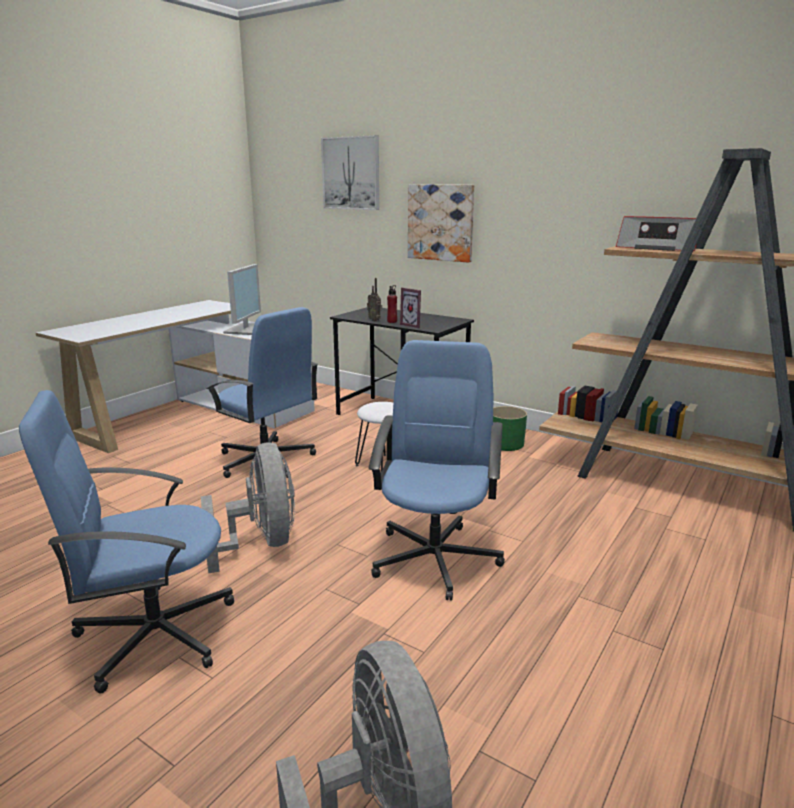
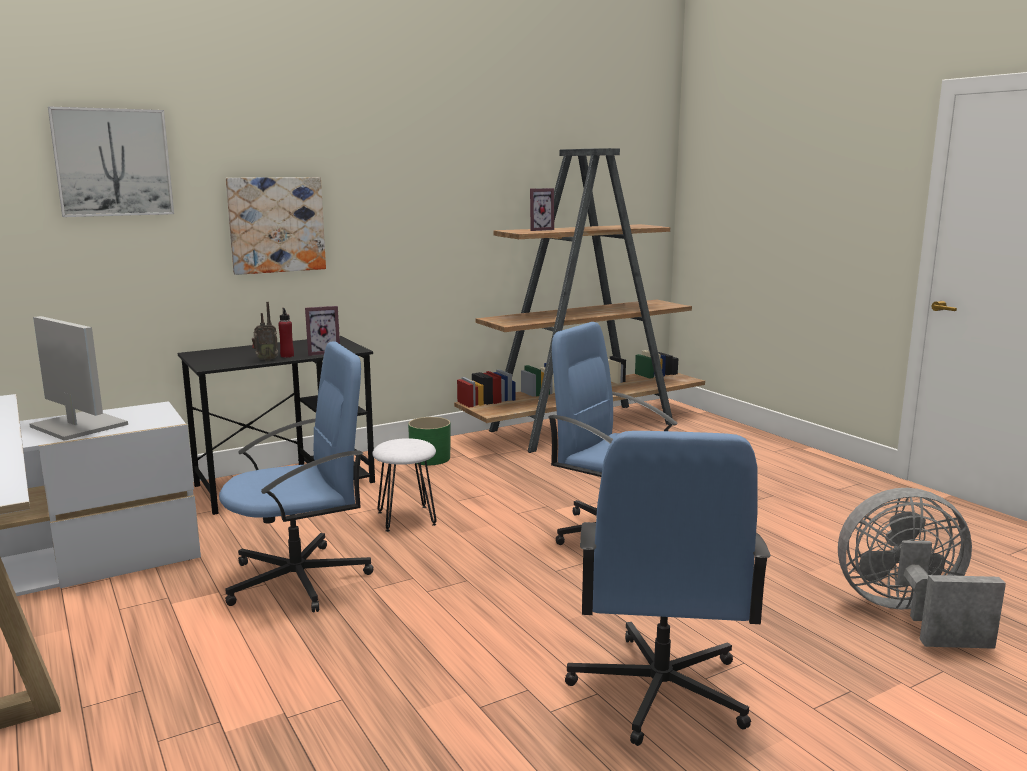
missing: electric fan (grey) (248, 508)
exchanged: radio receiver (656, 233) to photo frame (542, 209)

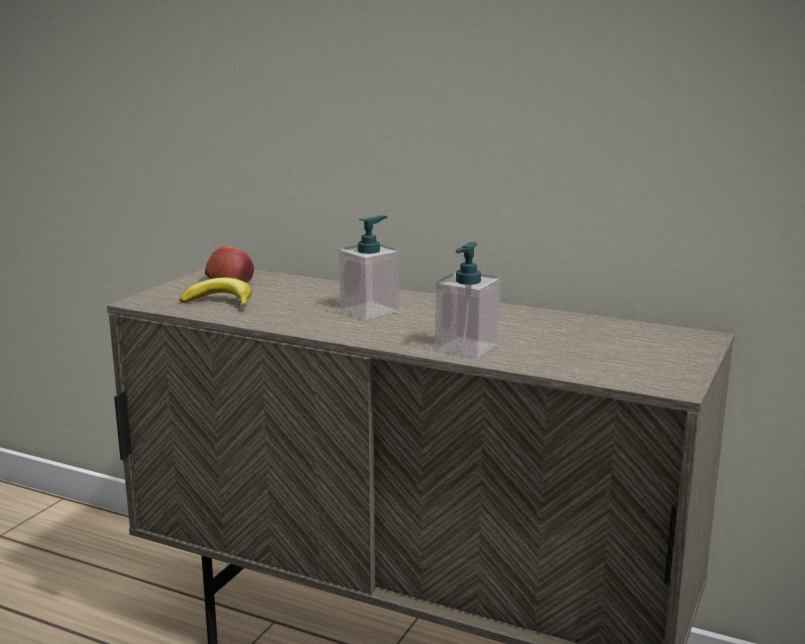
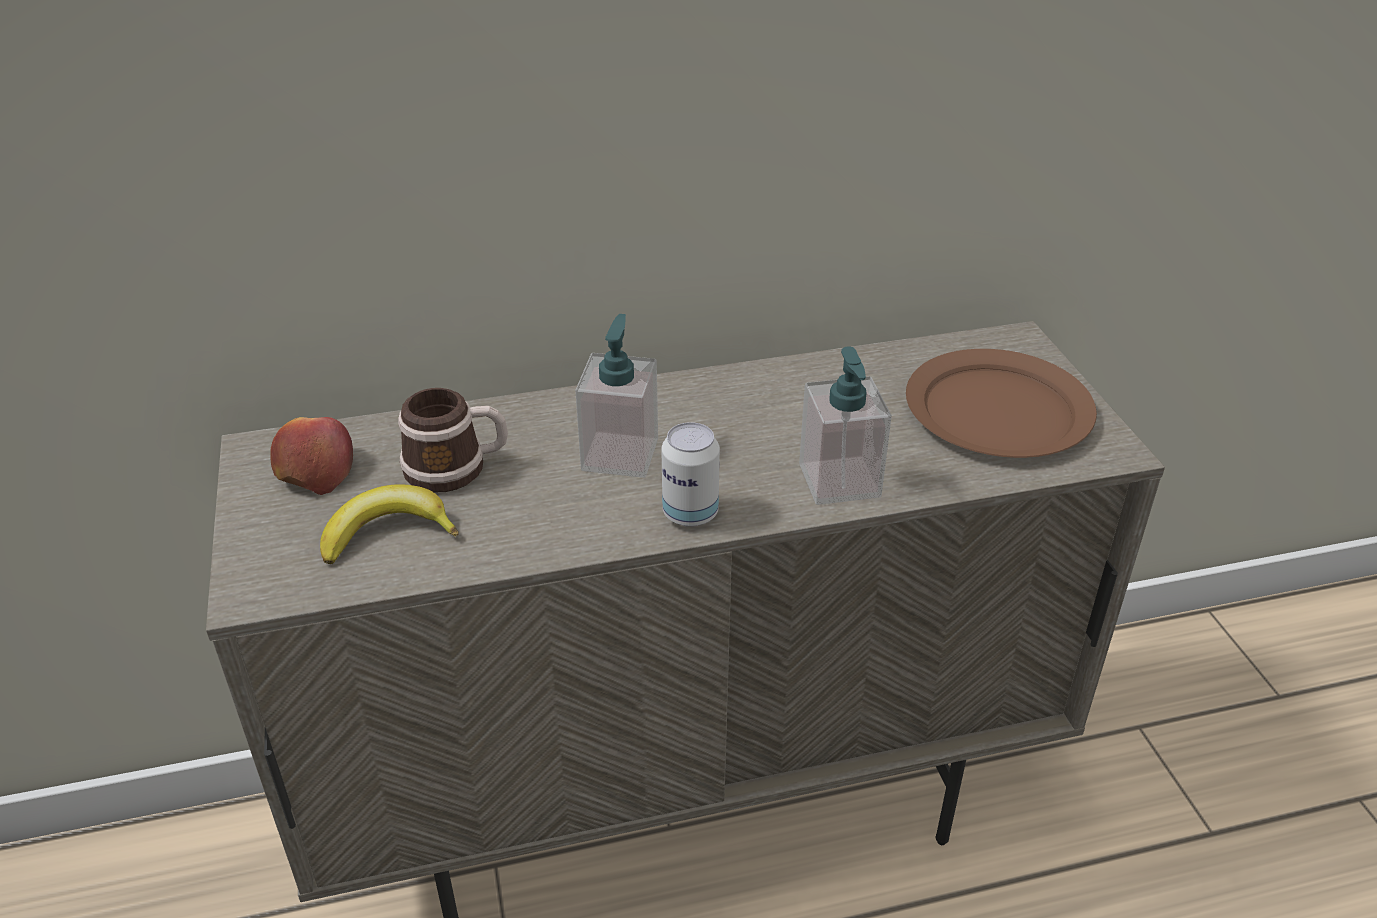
appeared: coffee mug (453, 440); sealed can (690, 474); flat dish (brown-coloured) (1001, 403)

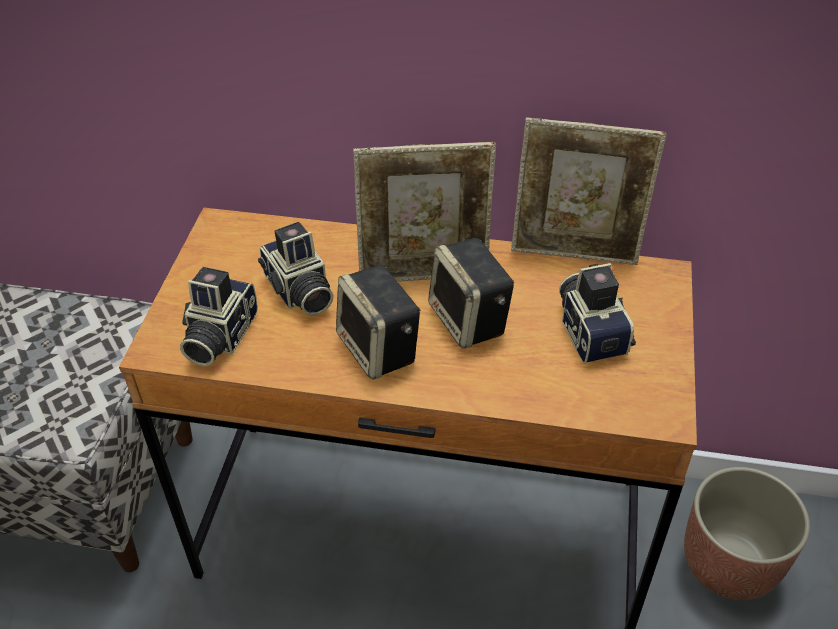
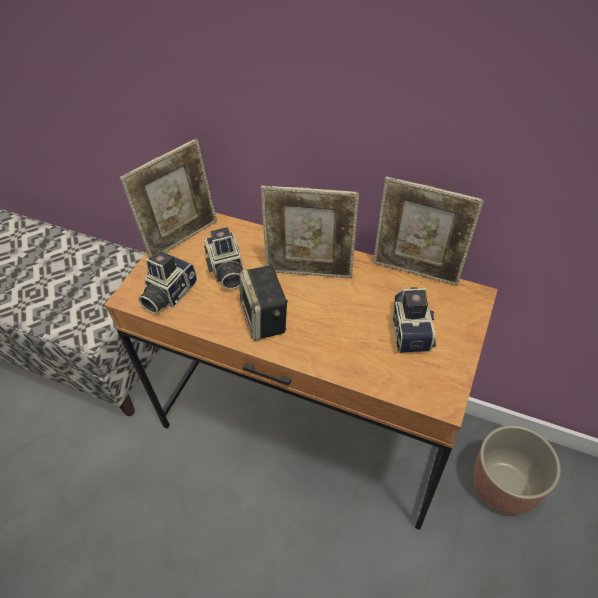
missing: speaker (471, 293)
appeared: photo frame (168, 198)

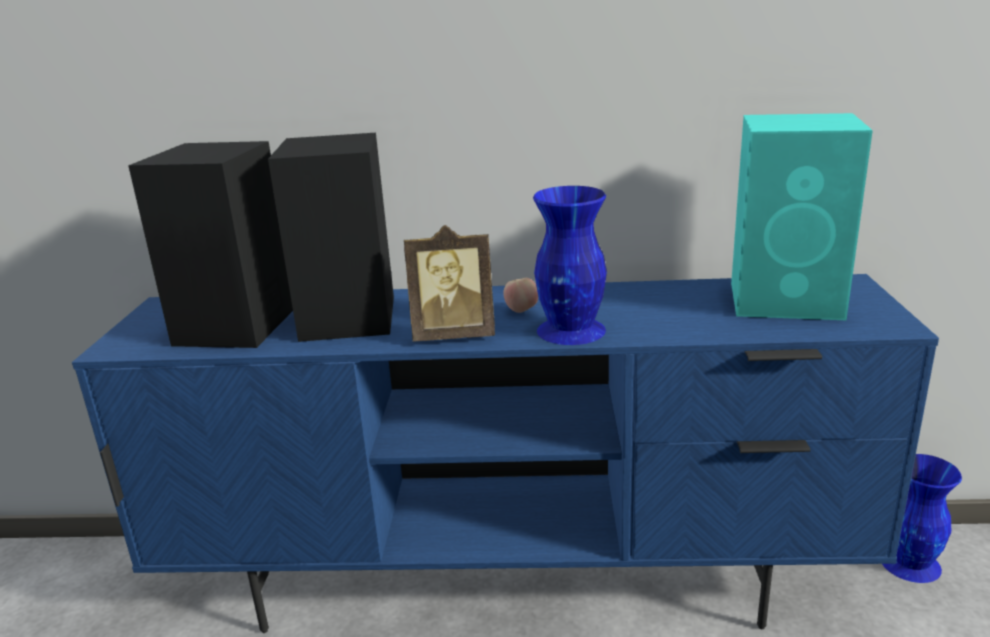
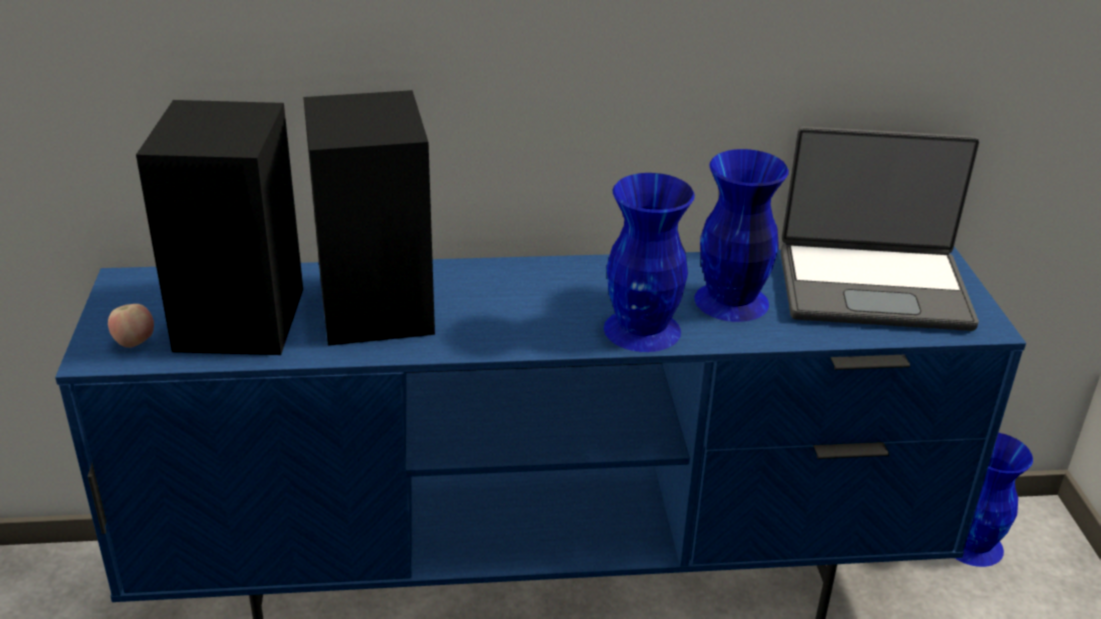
missing: photo frame (449, 283)
appeared: decorative vase (bluish) (741, 235)
relocated: apple fruit (520, 295) to (131, 326)
exchanged: speaker (turquoise-coloured) (802, 216) to notebook computer (880, 229)

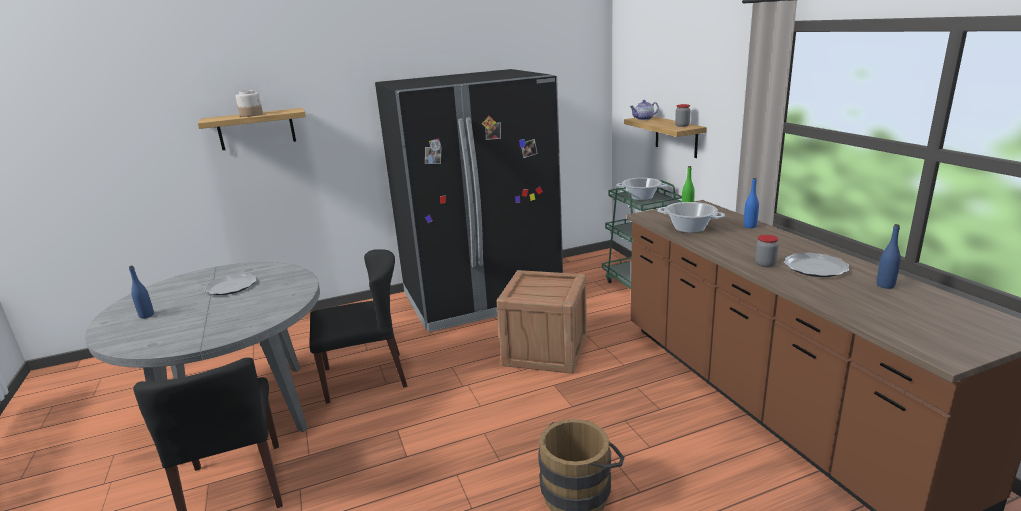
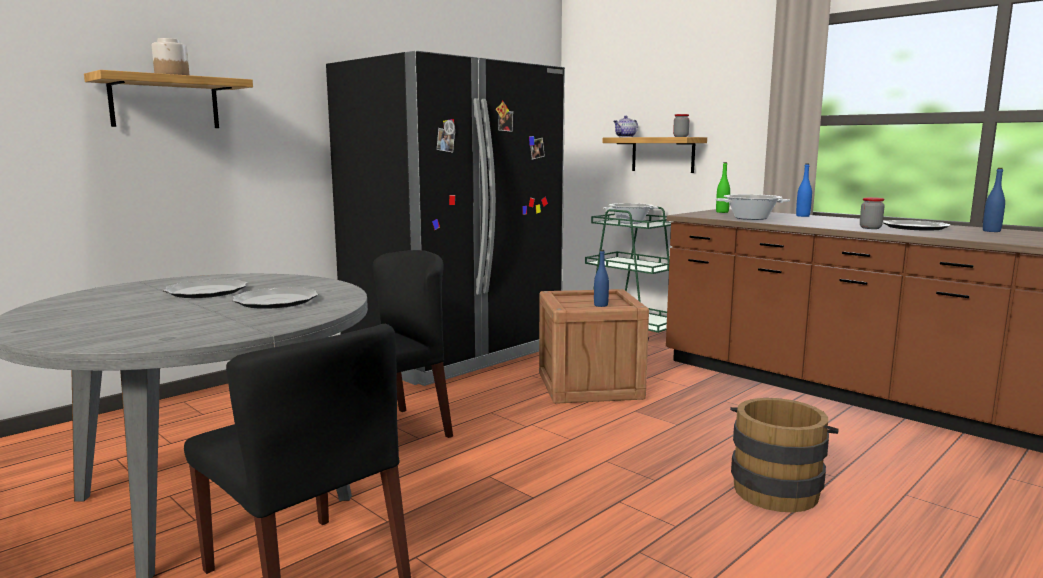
appeared: flat dish (275, 298)
relocated: bottle (bluish) (141, 292) to (601, 278)

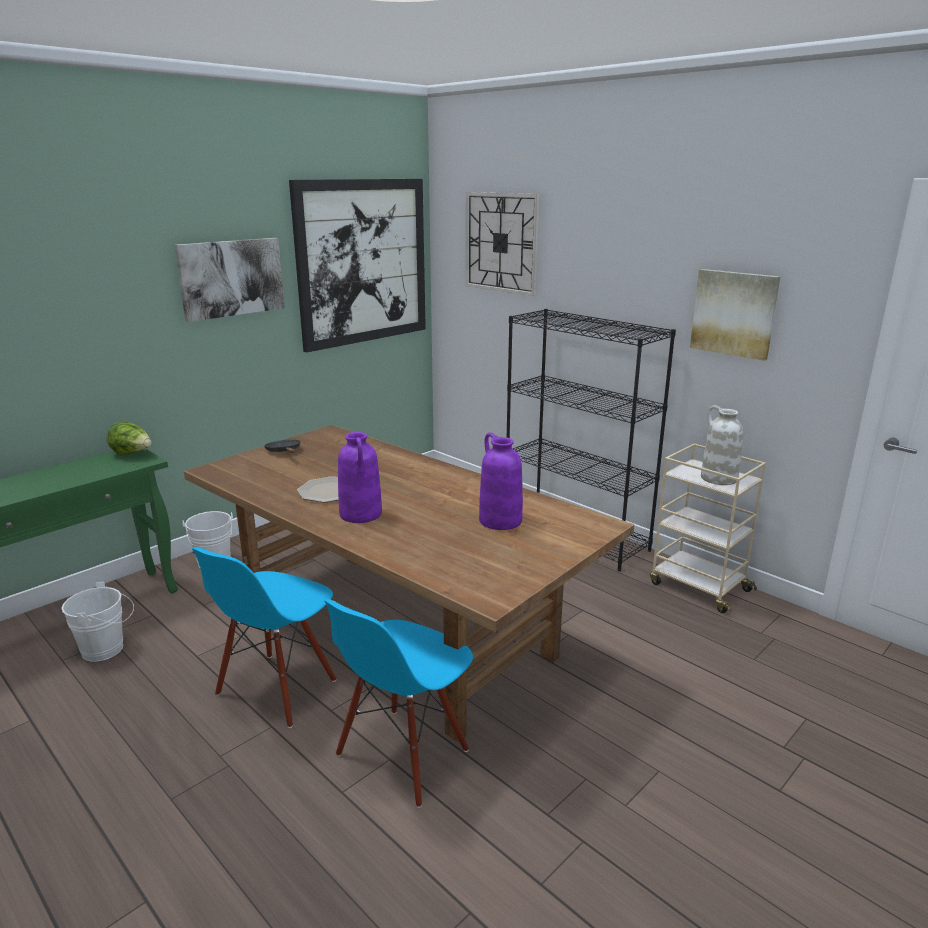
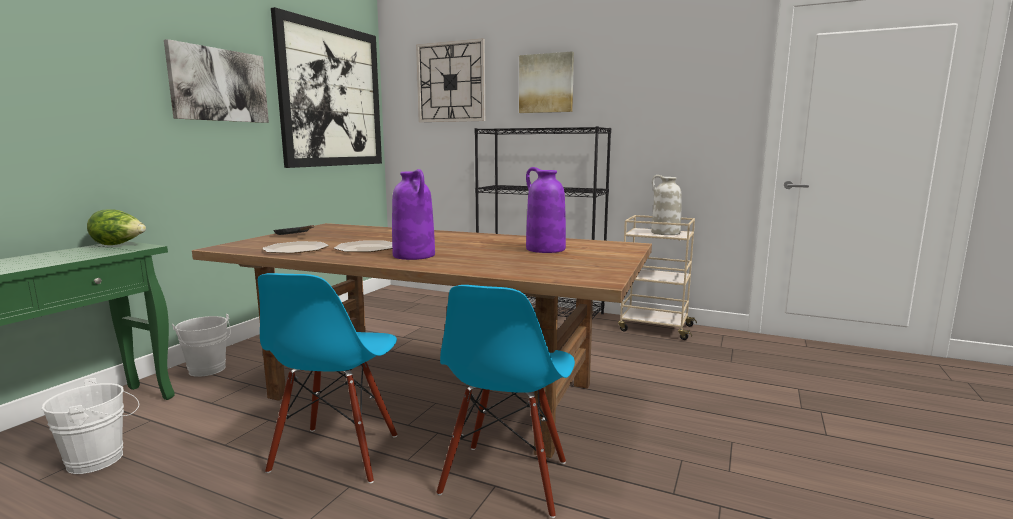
appeared: flat dish (295, 247)
relocated: picture (735, 315) to (546, 82)

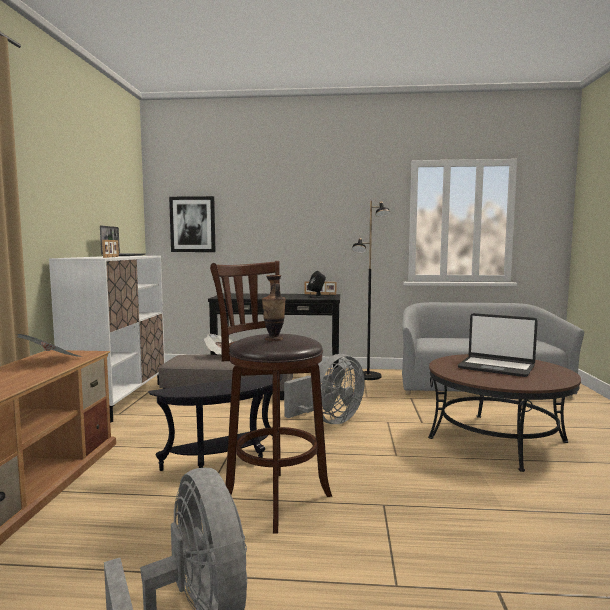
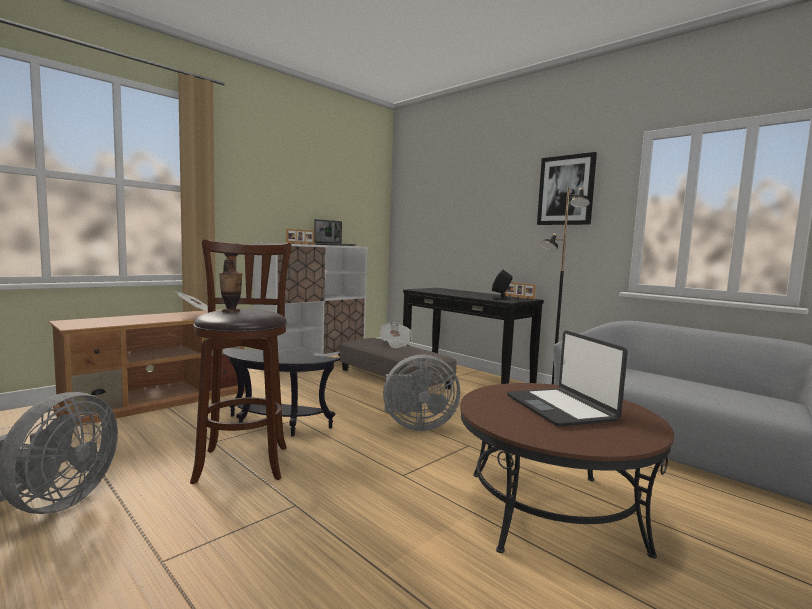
relocated: picture (192, 224) to (567, 188)

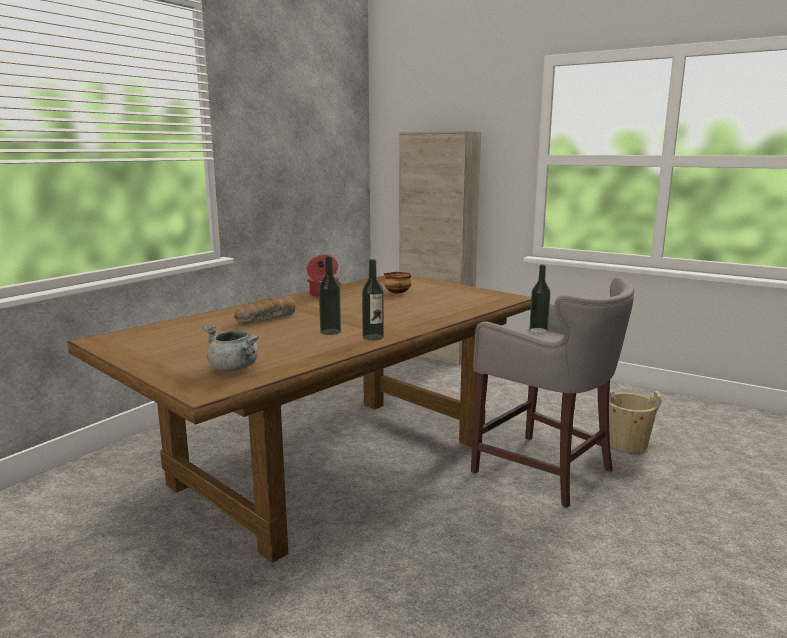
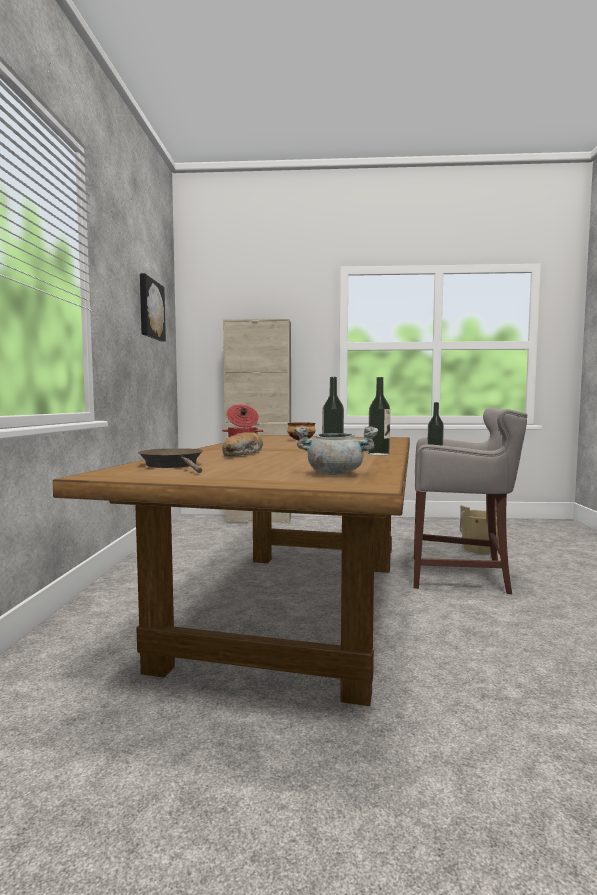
appeared: frying pan (brown-coloured) (170, 460); picture (153, 307)

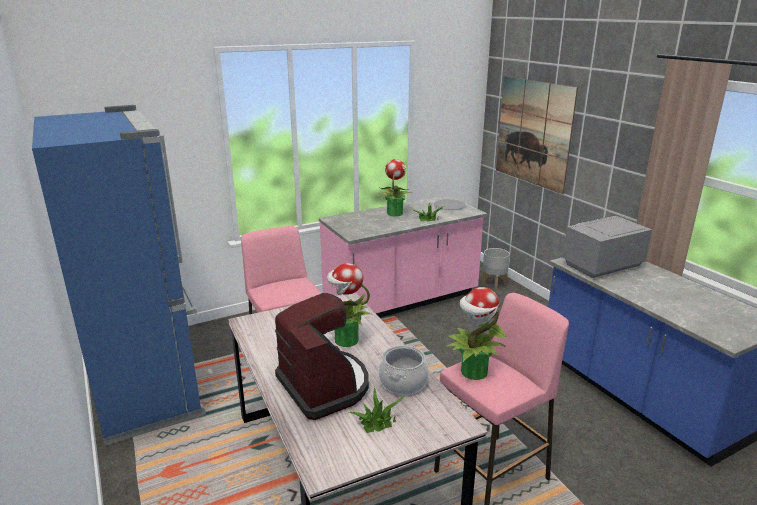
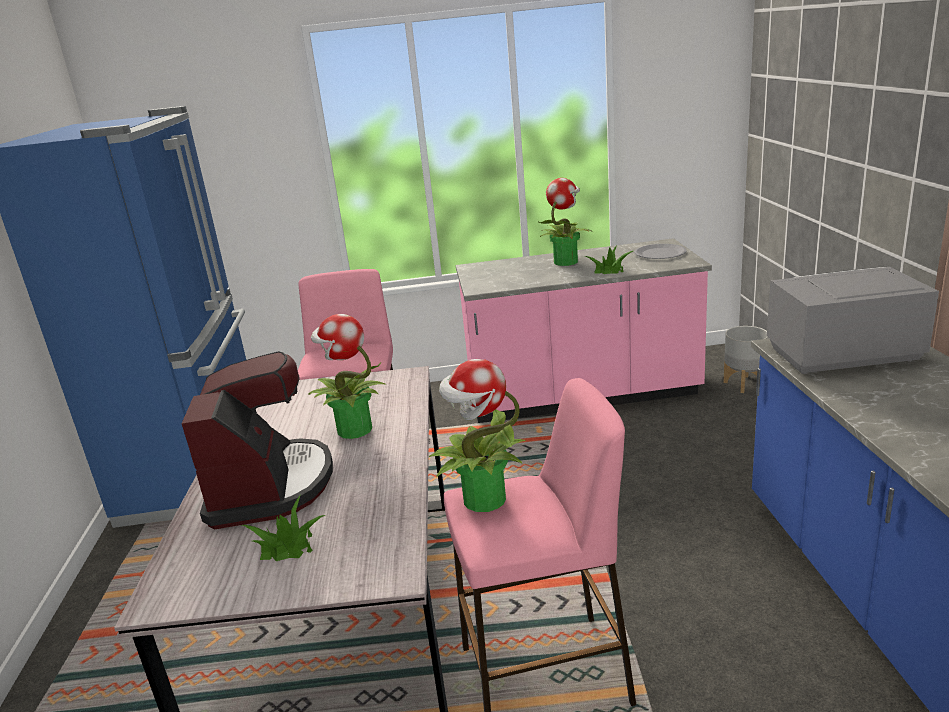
missing: saucepot (404, 370); picture (537, 135)

